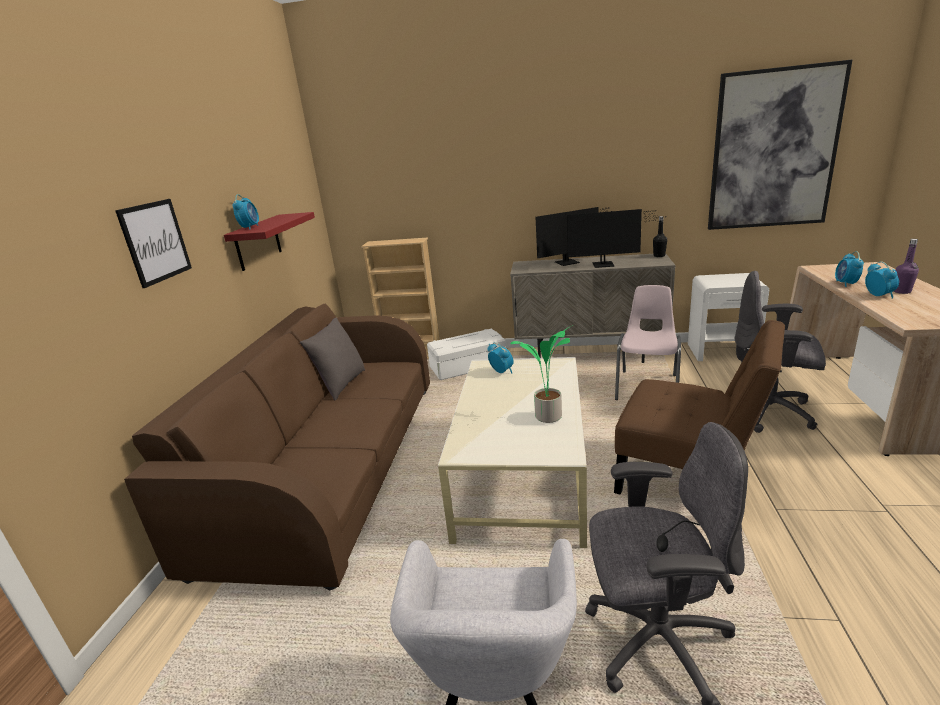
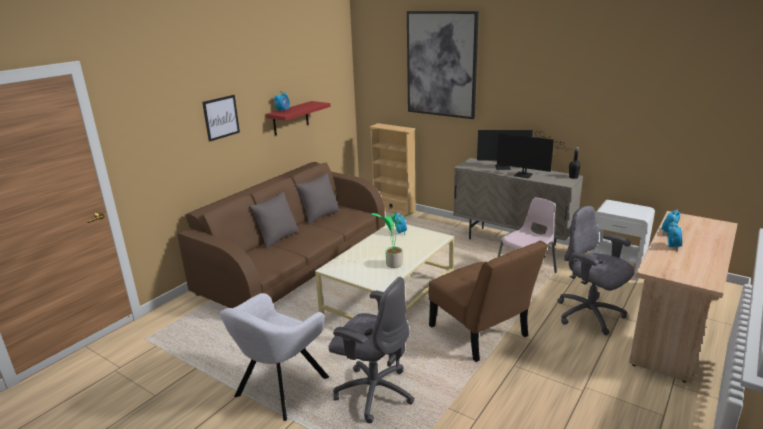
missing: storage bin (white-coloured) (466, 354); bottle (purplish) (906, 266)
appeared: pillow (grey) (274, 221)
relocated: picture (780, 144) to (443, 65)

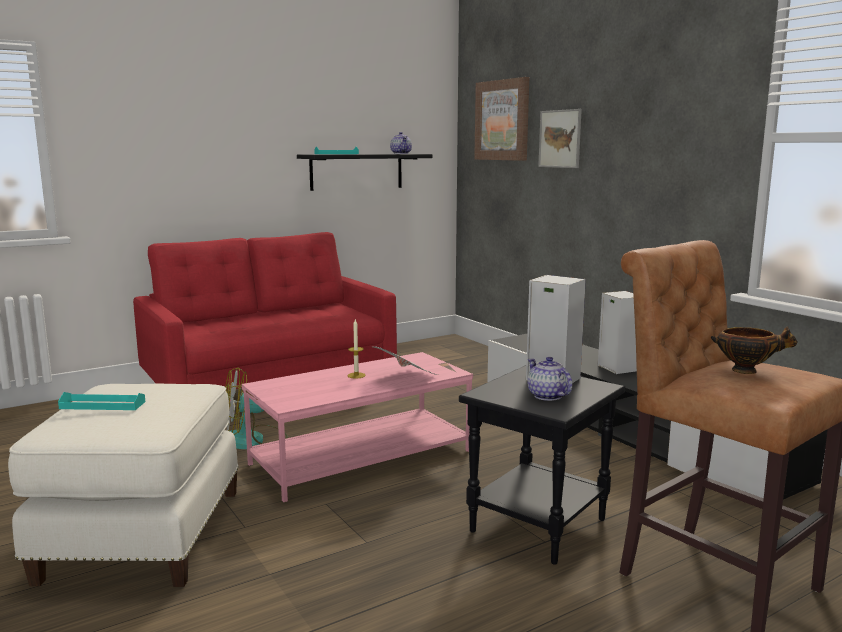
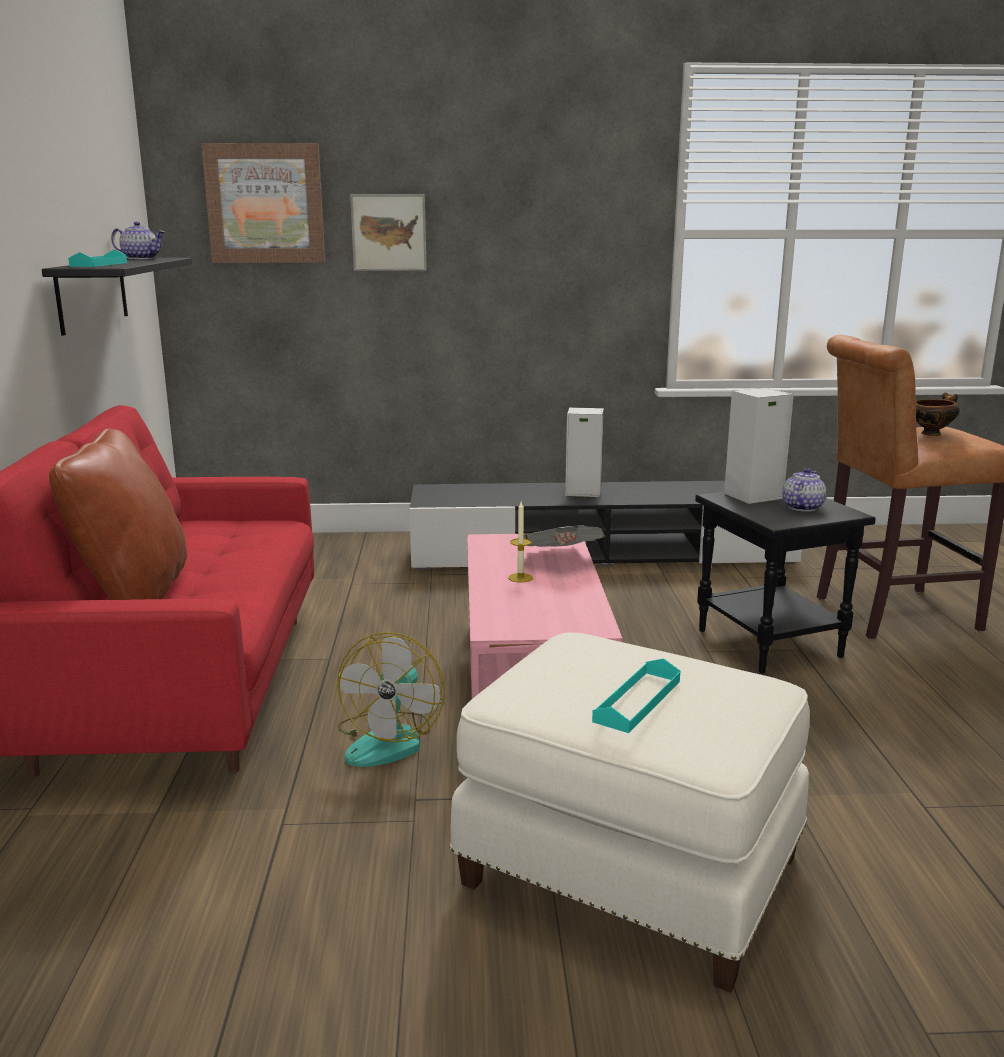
appeared: pillow (brown-coloured) (118, 514)
spun: teapot (550, 379) = (804, 490) 120 degrees clockwise

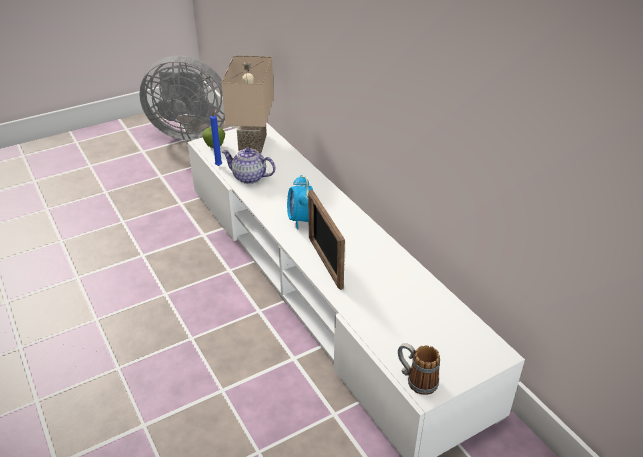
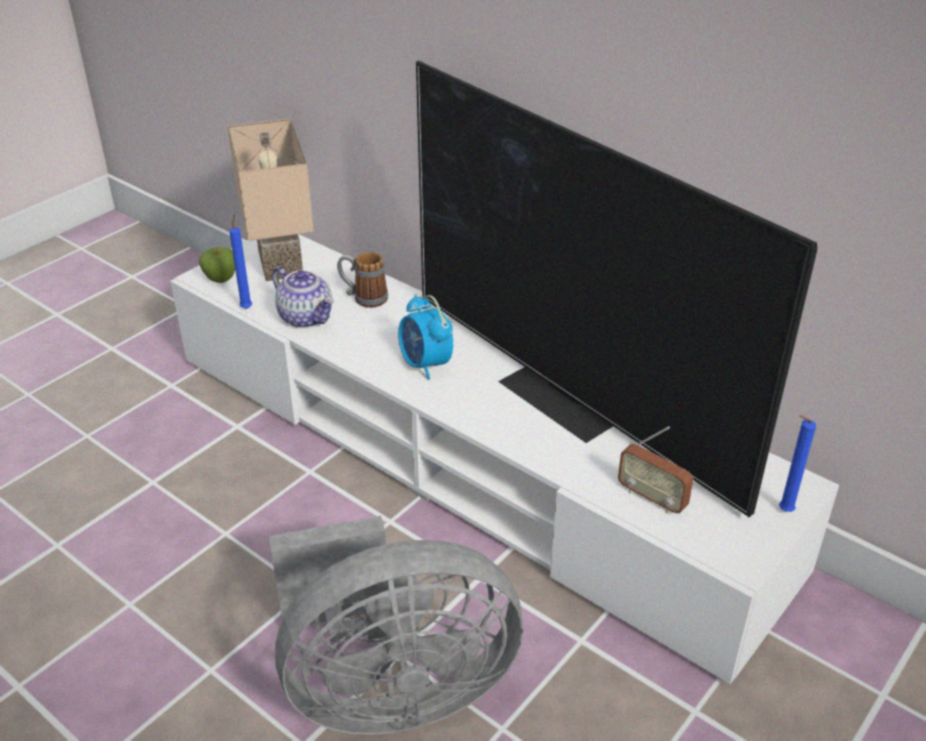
missing: photo frame (326, 239)
appeared: TV (616, 289); radio receiver (655, 470); wax light (bluish) (797, 464)
relocated: electric fan (grey) (182, 98) to (396, 625); coffee mug (419, 369) to (362, 280)
spun: teapot (249, 166) = (303, 297) 135 degrees counterclockwise

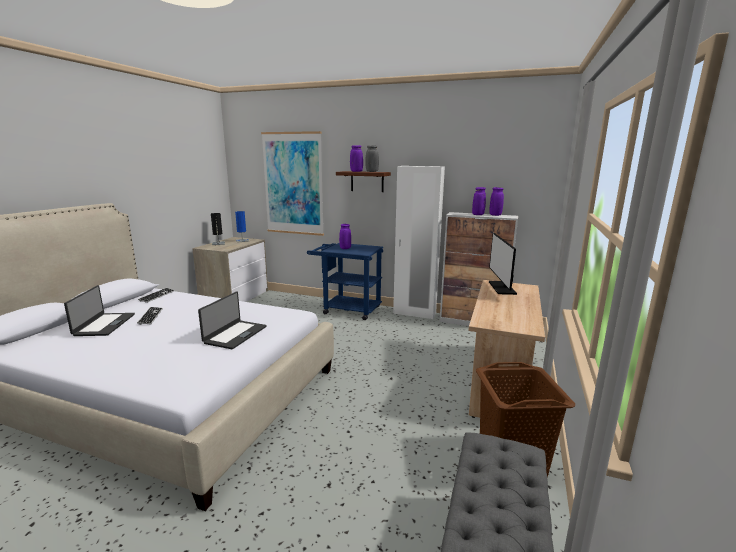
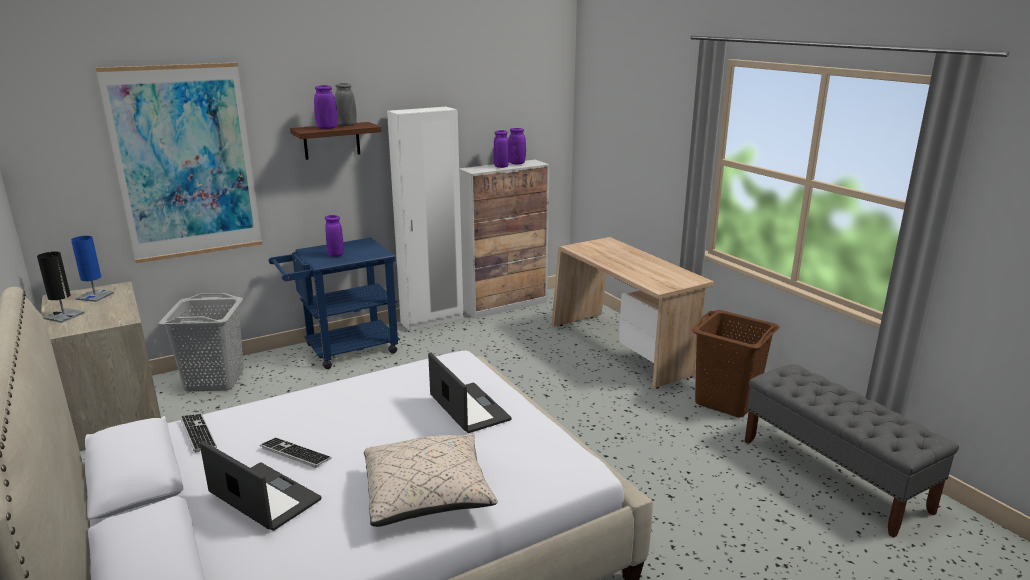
missing: monitor (503, 264)
appeared: laundry basket (grey) (201, 342); pillow (beige) (431, 480)

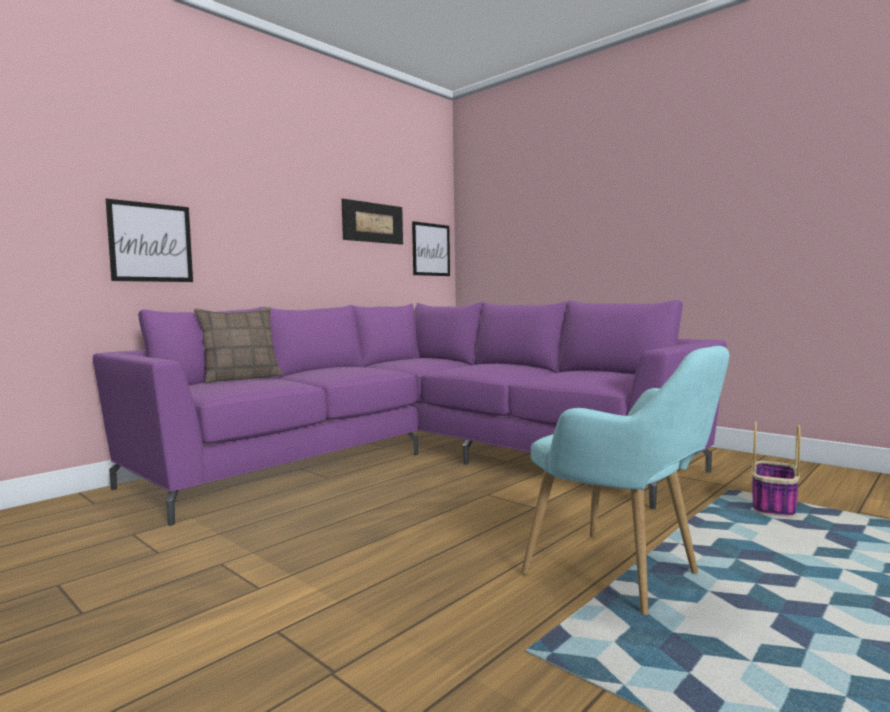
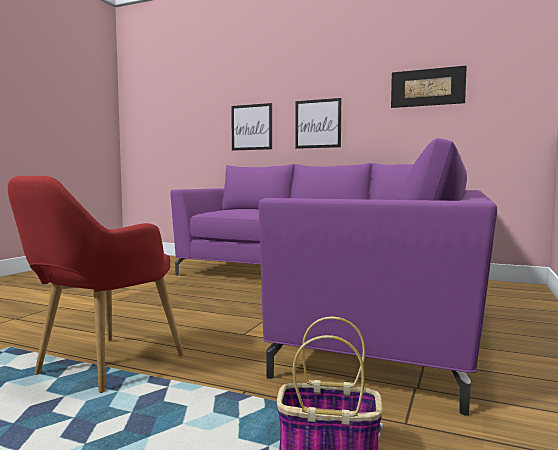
missing: pillow (238, 345)
relocated: picture (431, 248) to (318, 123)
colour: lounge chair (turquoise-coloured) (625, 480) to lounge chair (red) (96, 284)

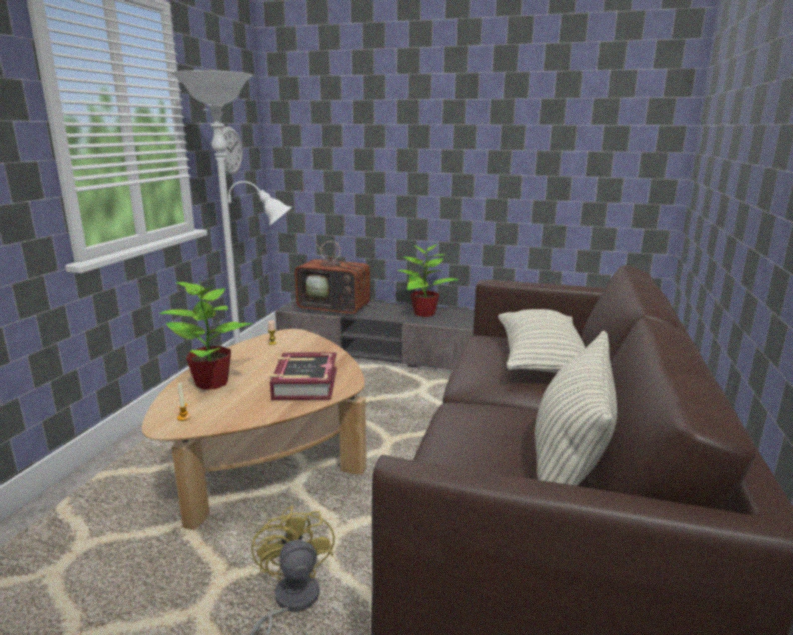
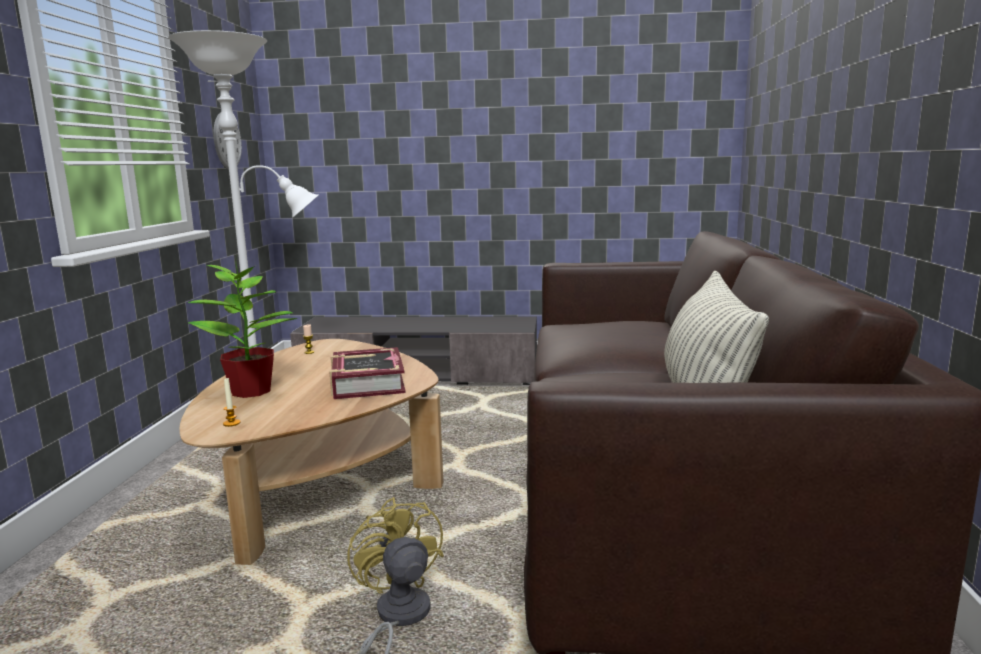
missing: TV (336, 269); plant in a pot (428, 280); pillow (541, 341)

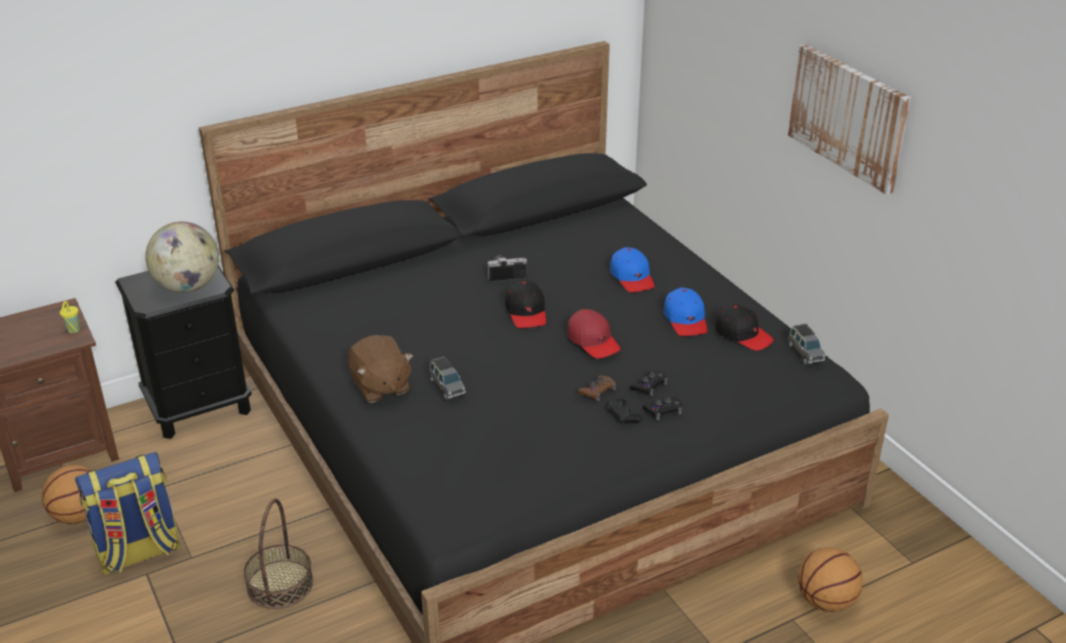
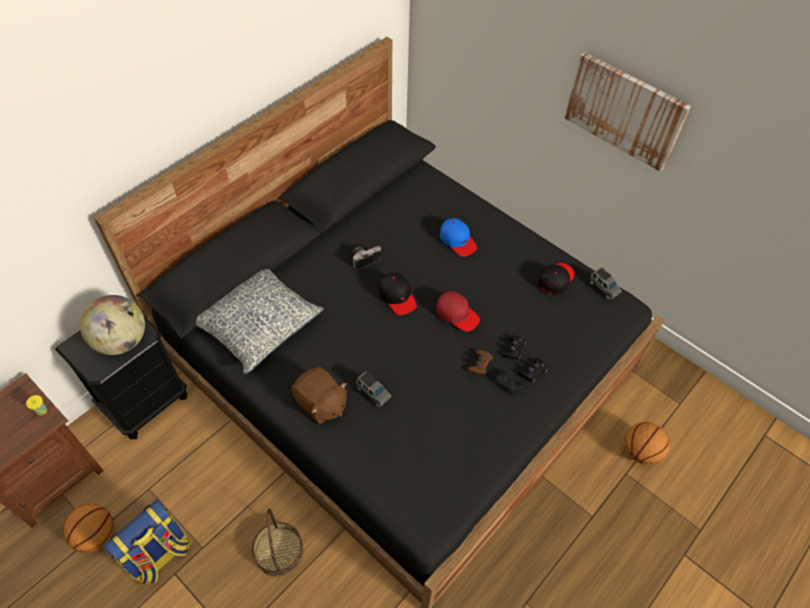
missing: baseball cap (bluish) (686, 312)
appeared: pillow (260, 321)
spun: baseball cap (black-coloured) (744, 327) = (556, 279) 75 degrees counterclockwise

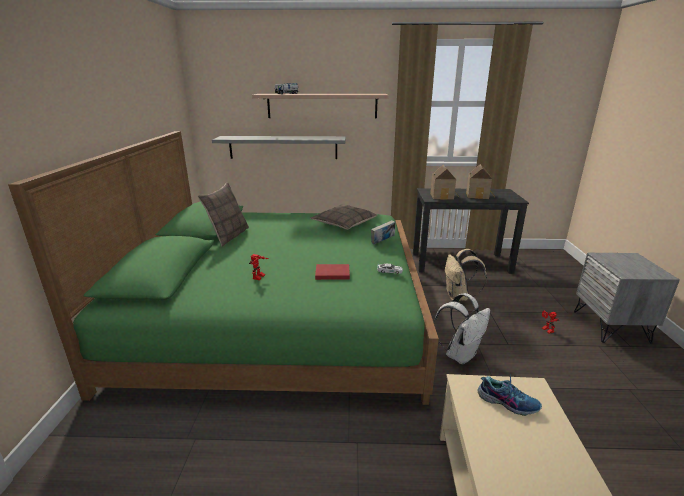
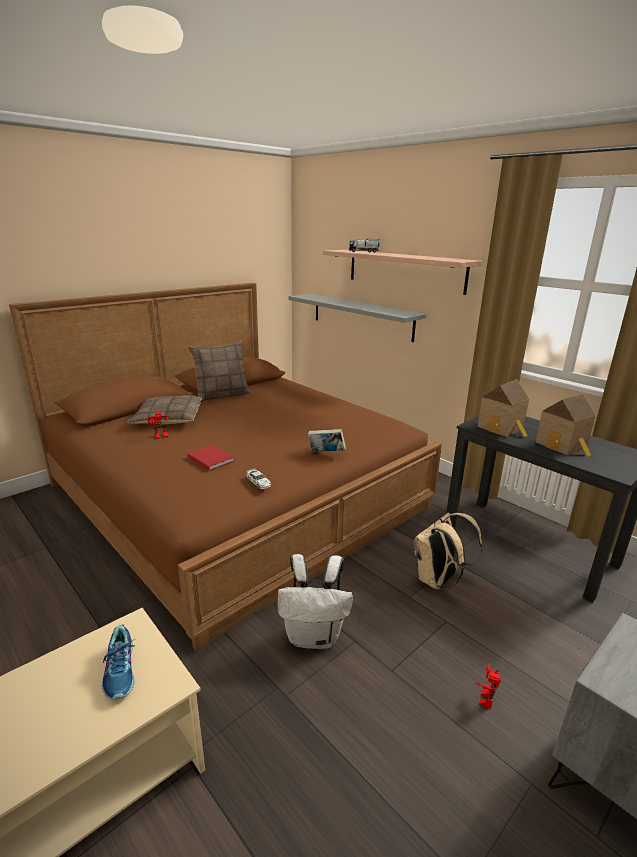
relocated: pillow (344, 217) to (164, 409)
colour: bed (green) (223, 268) to bed (brown-coloured) (225, 467)

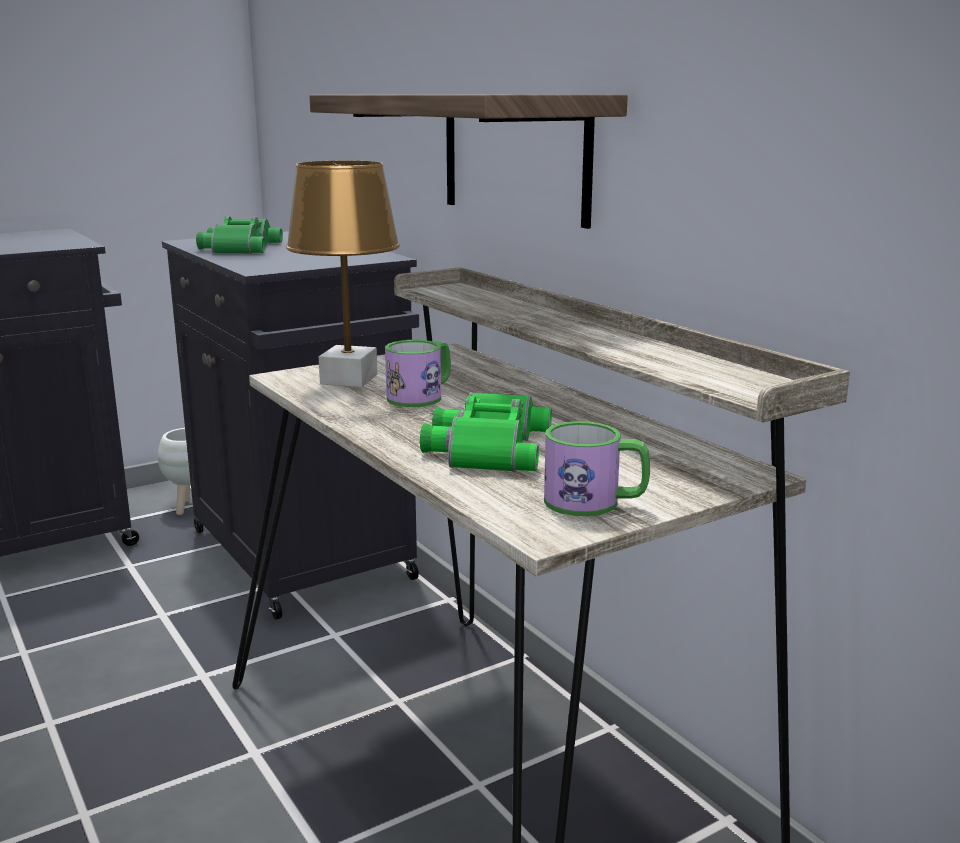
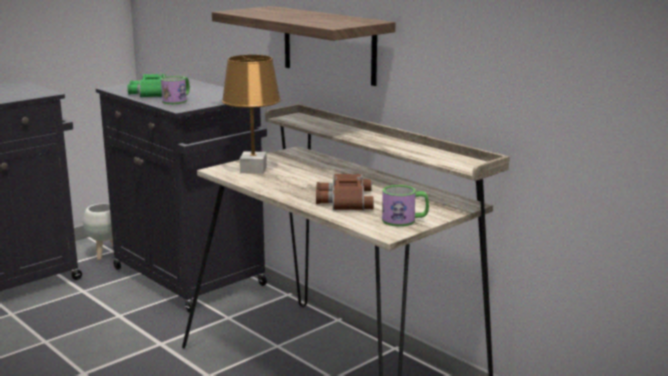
relocated: coffee mug (418, 373) to (175, 90)
colour: pair of binoculars (green) (486, 432) to pair of binoculars (brown-coloured) (345, 192)

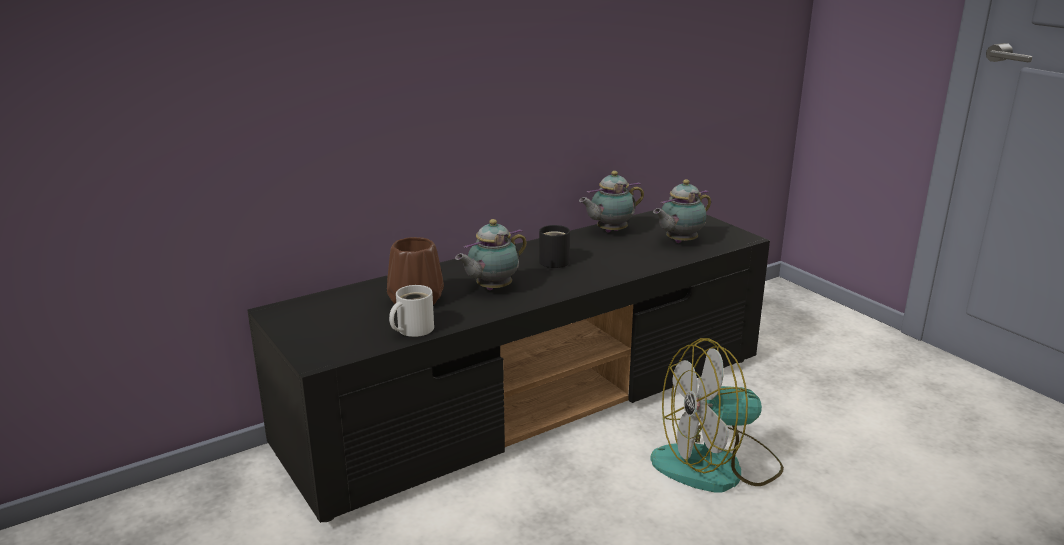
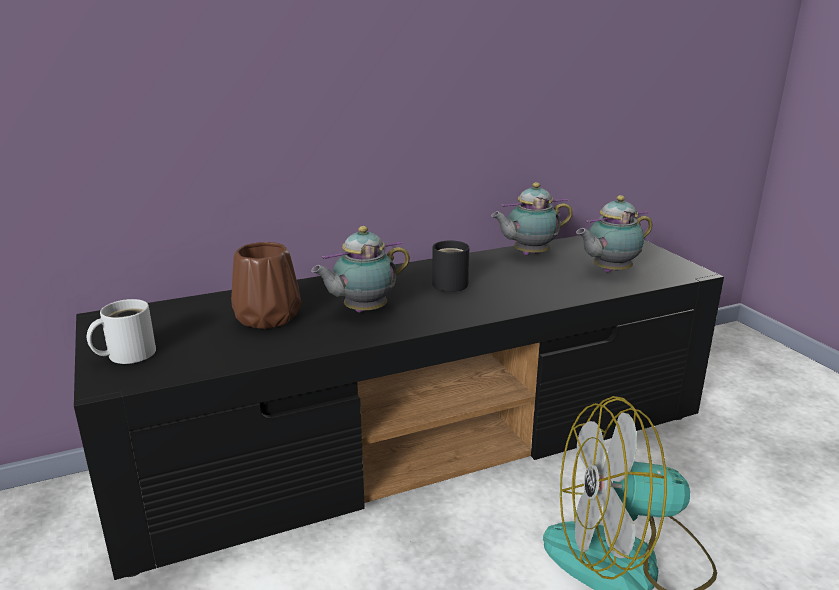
relocated: coffee mug (white-coloured) (411, 311) to (121, 331)

